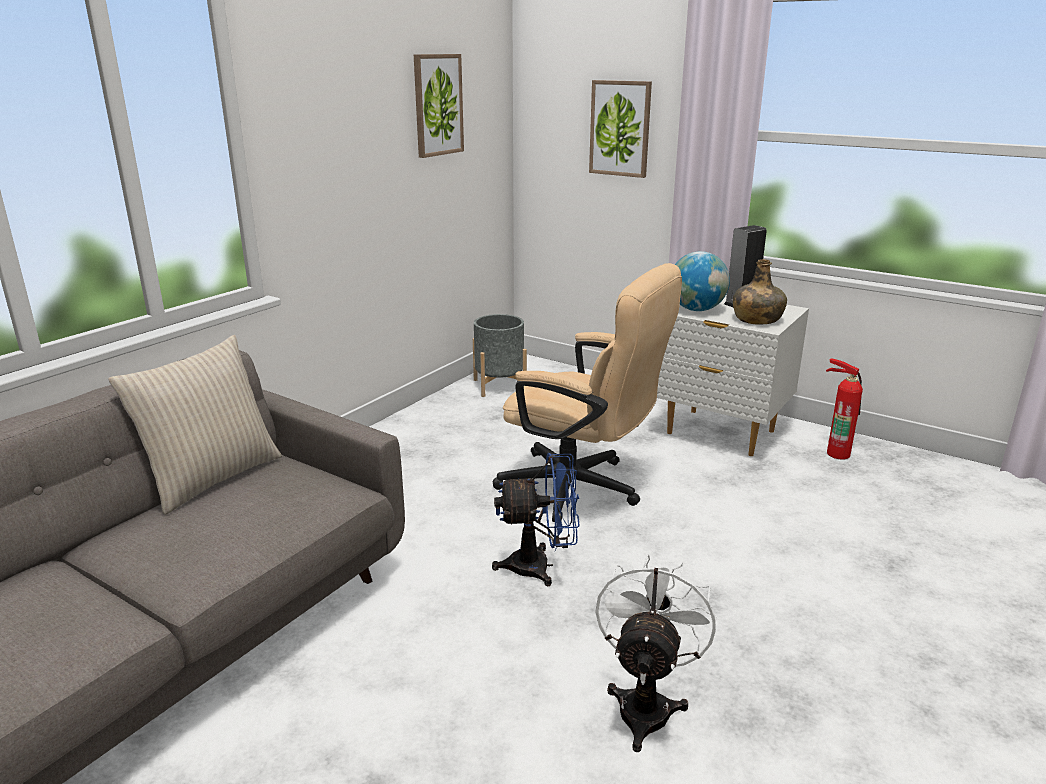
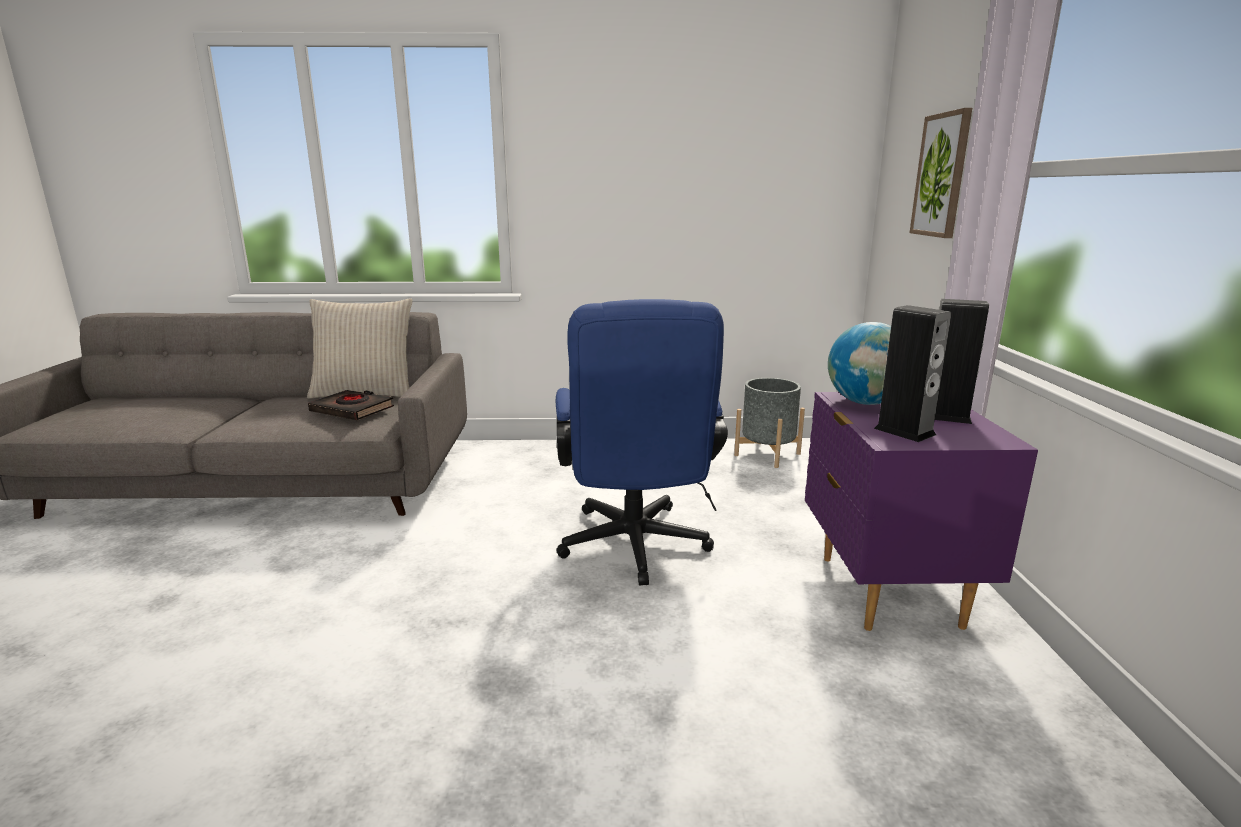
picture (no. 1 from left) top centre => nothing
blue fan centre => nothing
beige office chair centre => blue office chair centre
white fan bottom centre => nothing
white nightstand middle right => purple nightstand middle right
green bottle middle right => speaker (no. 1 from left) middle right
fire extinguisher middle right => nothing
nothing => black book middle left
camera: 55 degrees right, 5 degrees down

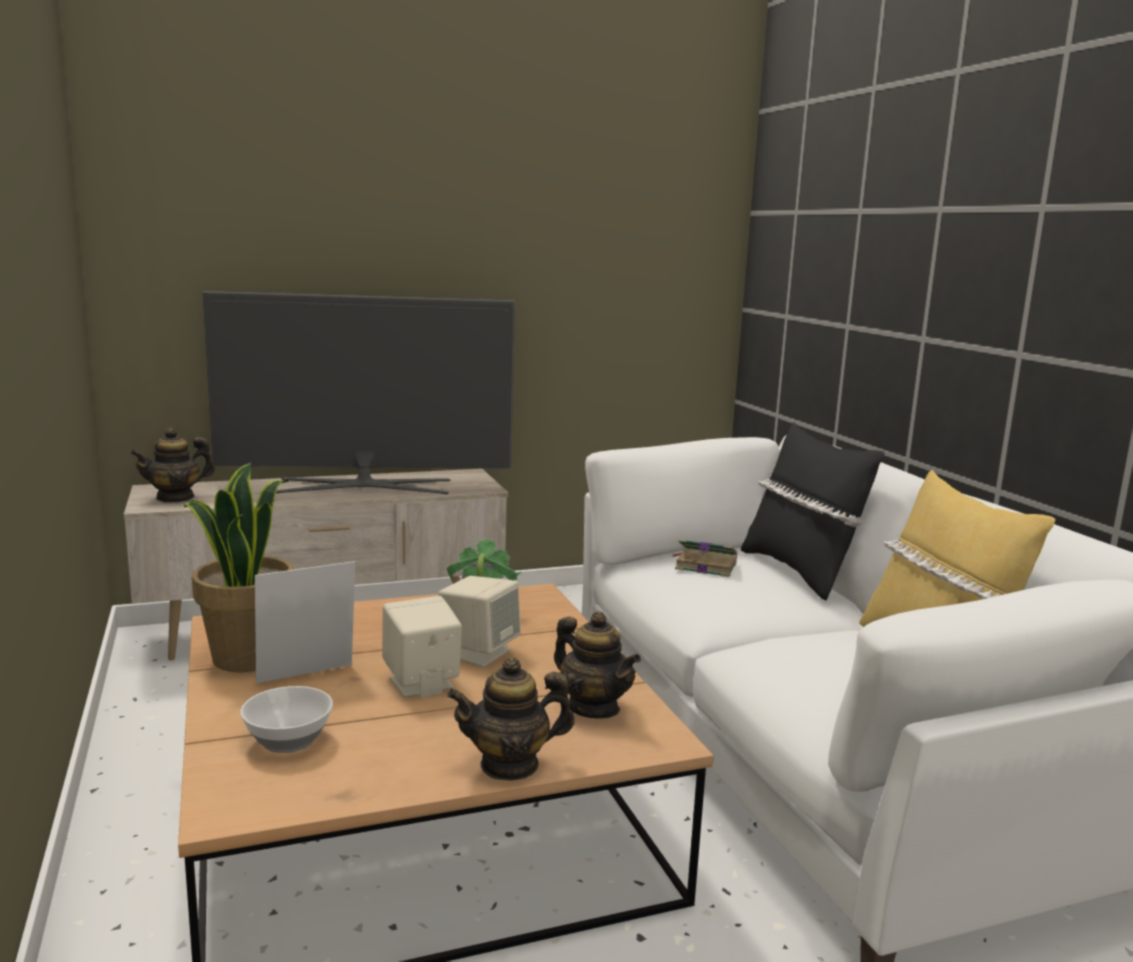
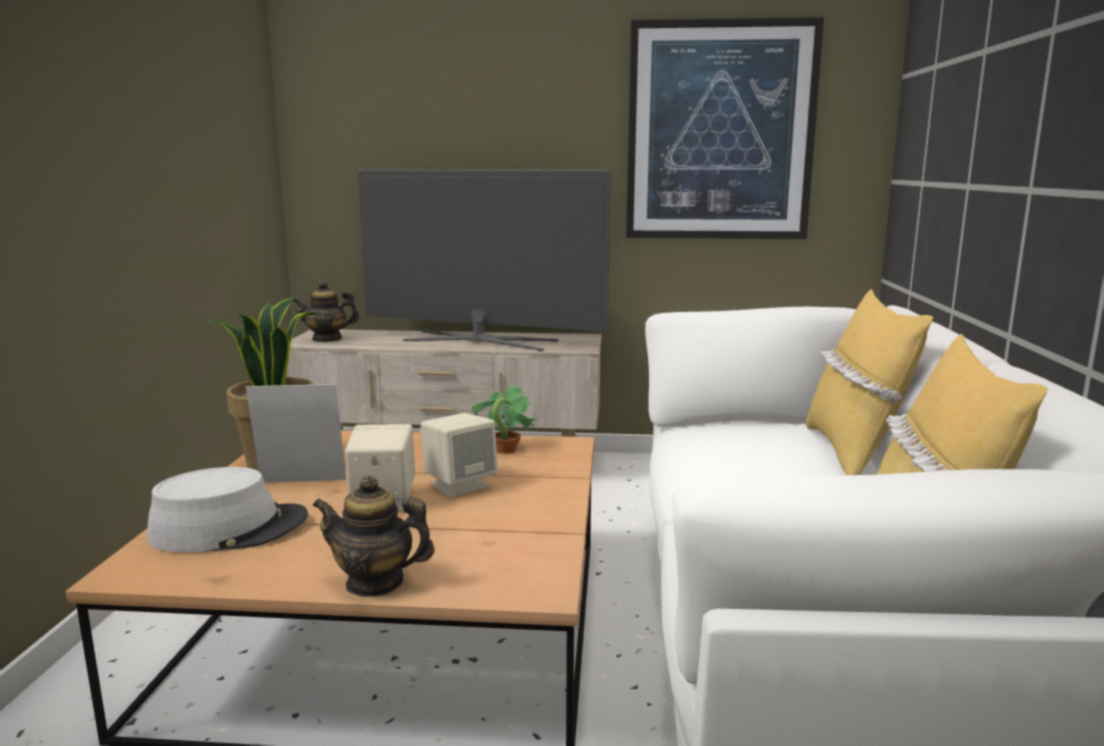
bowl bottom left => grey hat bottom left
teapot (no. 3 from left) bottom centre => nothing
book centre => nothing
black pillow middle right => yellow pillow (no. 1 from left) middle right
nothing => picture top centre
camera: 25 degrees right, 0 degrees up

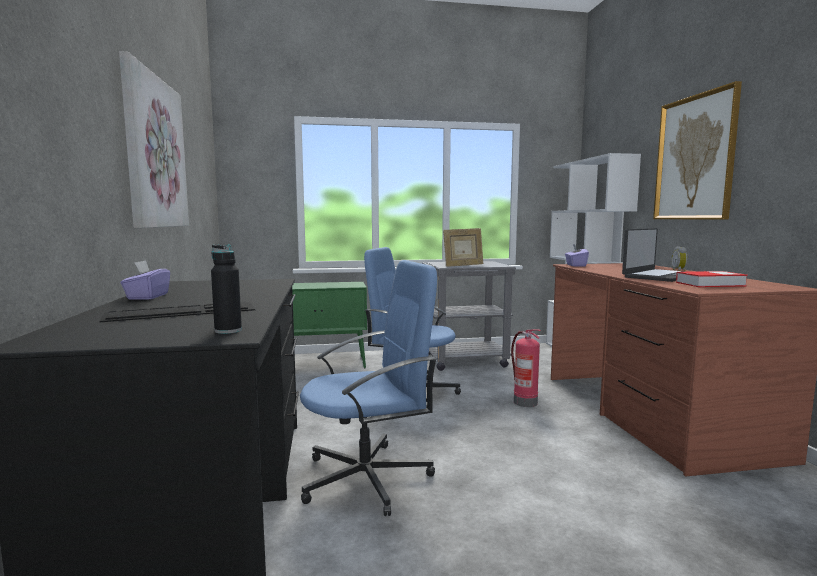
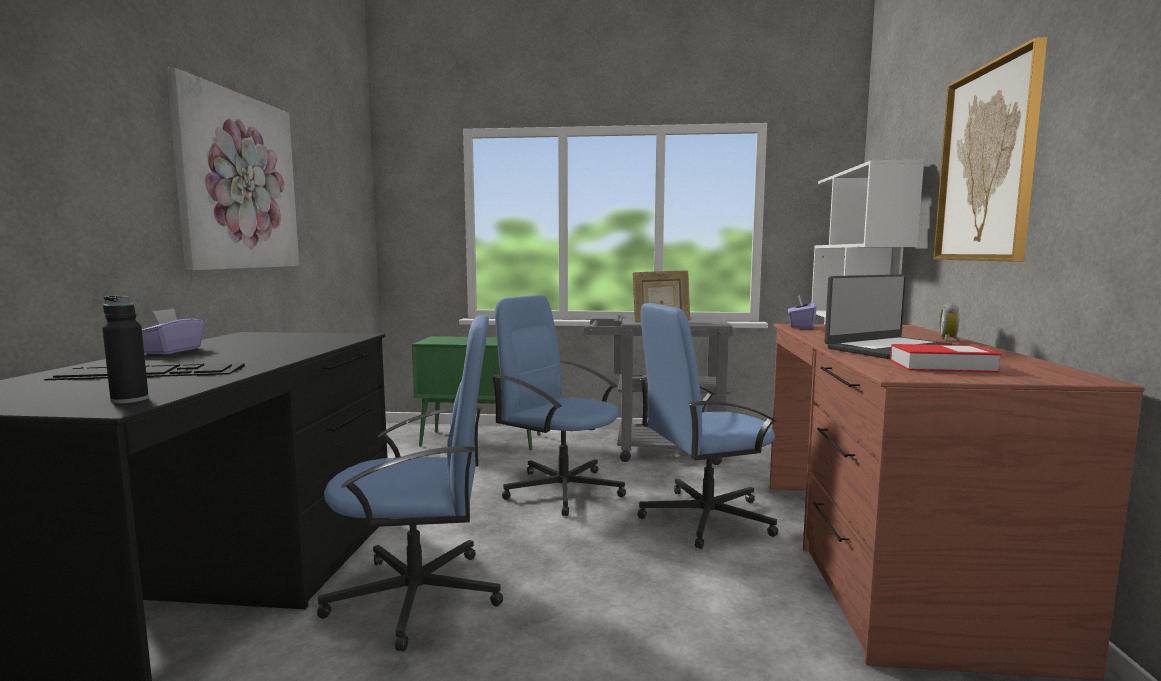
fire extinguisher centre => blue office chair (no. 3 from left) centre
camera: 15 degrees right, 0 degrees up

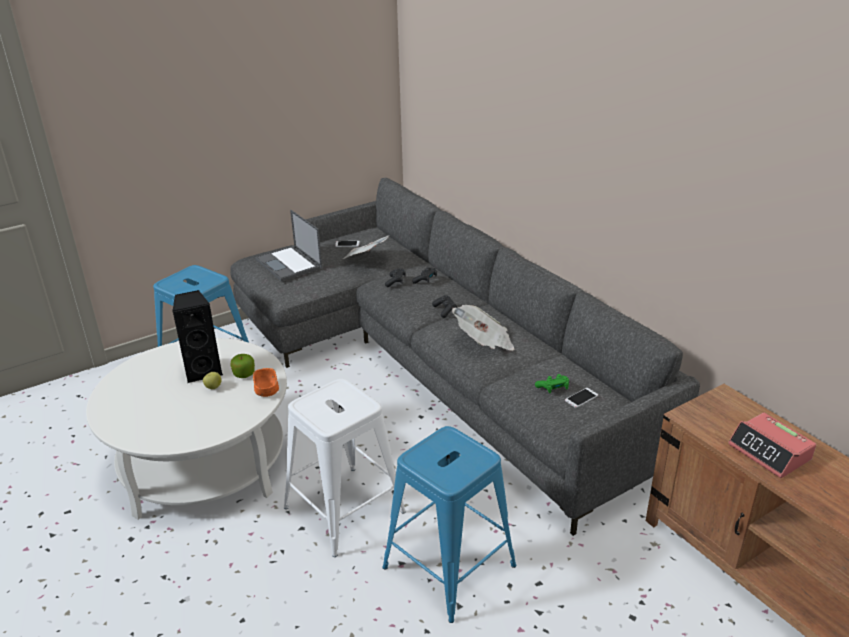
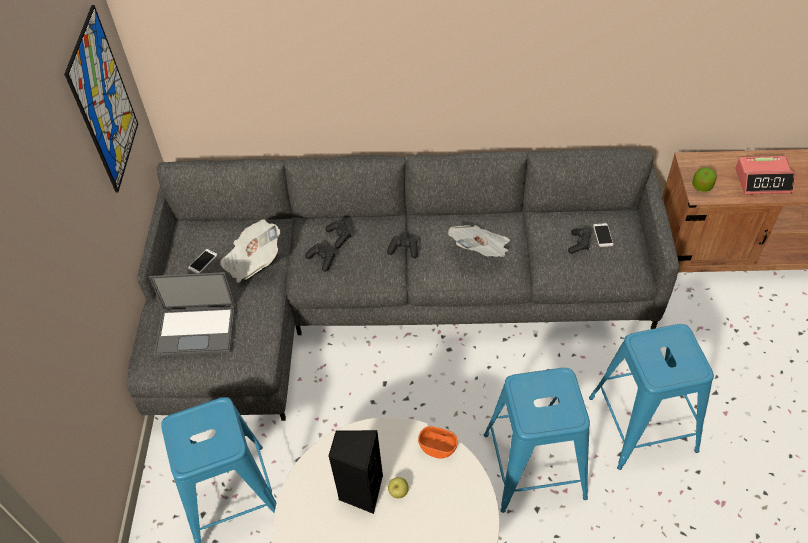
apple (no. 2 from left) middle left => apple (no. 2 from left) top right, relocated
white stool bottom centre => blue stool (no. 2 from left) bottom centre
green game controller centre => black game controller (no. 4 from left) middle right
nothing => picture top left
camera: 55 degrees left, 20 degrees up

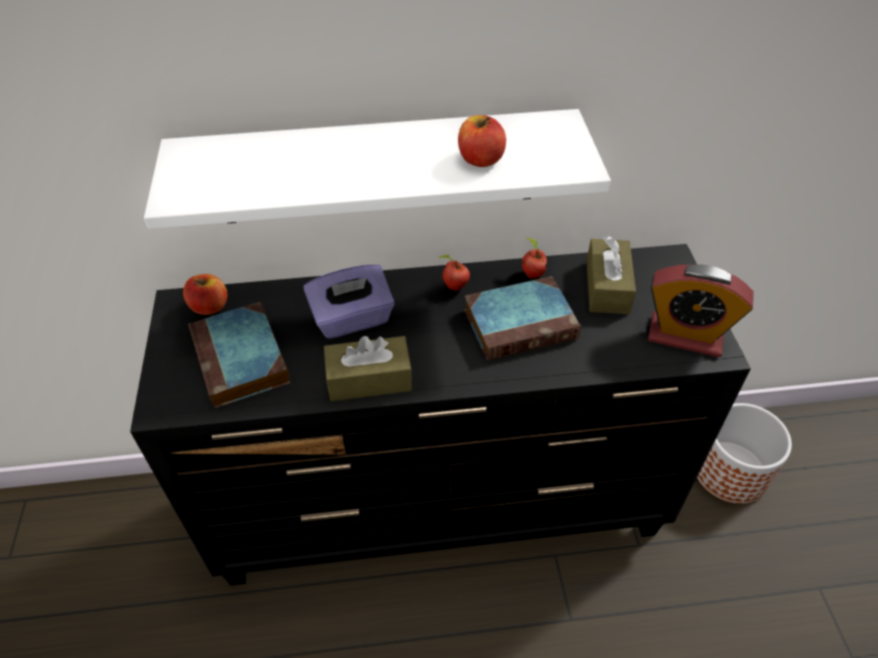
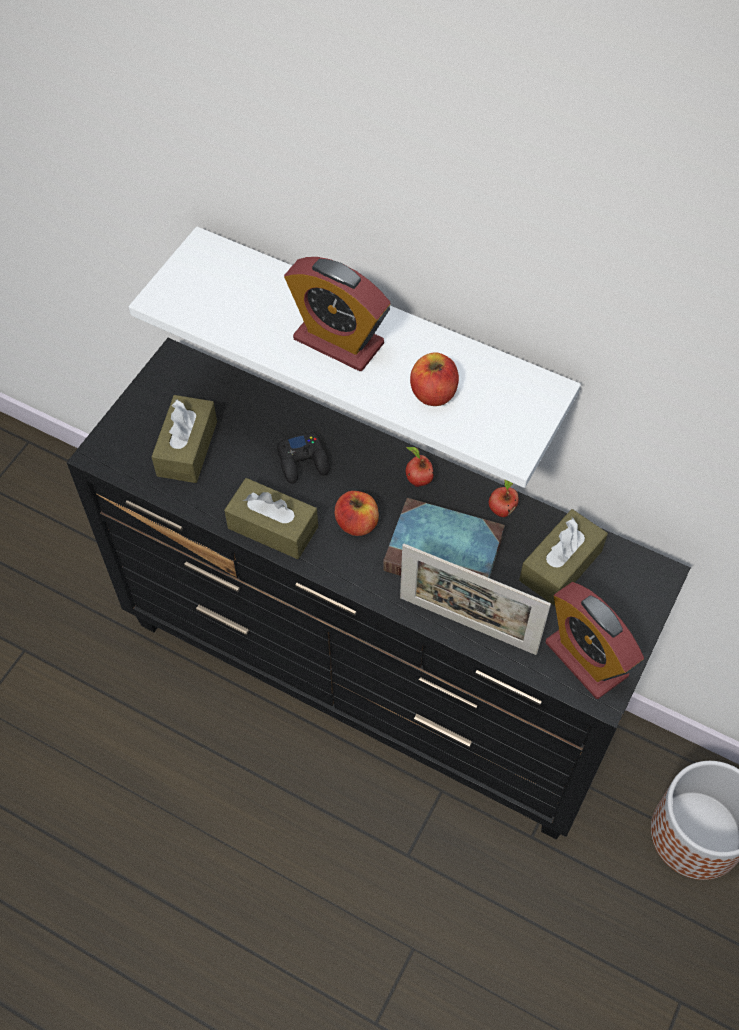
apple (no. 1 from left) middle left => apple (no. 1 from left) centre, relocated
book (no. 1 from left) middle left => brown tissue box (no. 1 from left) middle left
purple tissue box centre => black game controller centre
nothing => alarm clock (no. 1 from left) top centre
nothing => picture frame centre
camera: 35 degrees right, 10 degrees up

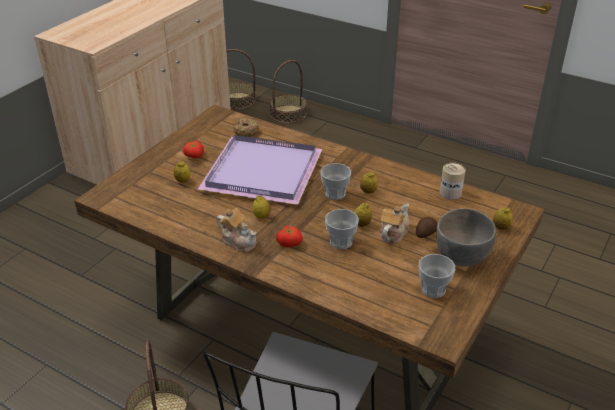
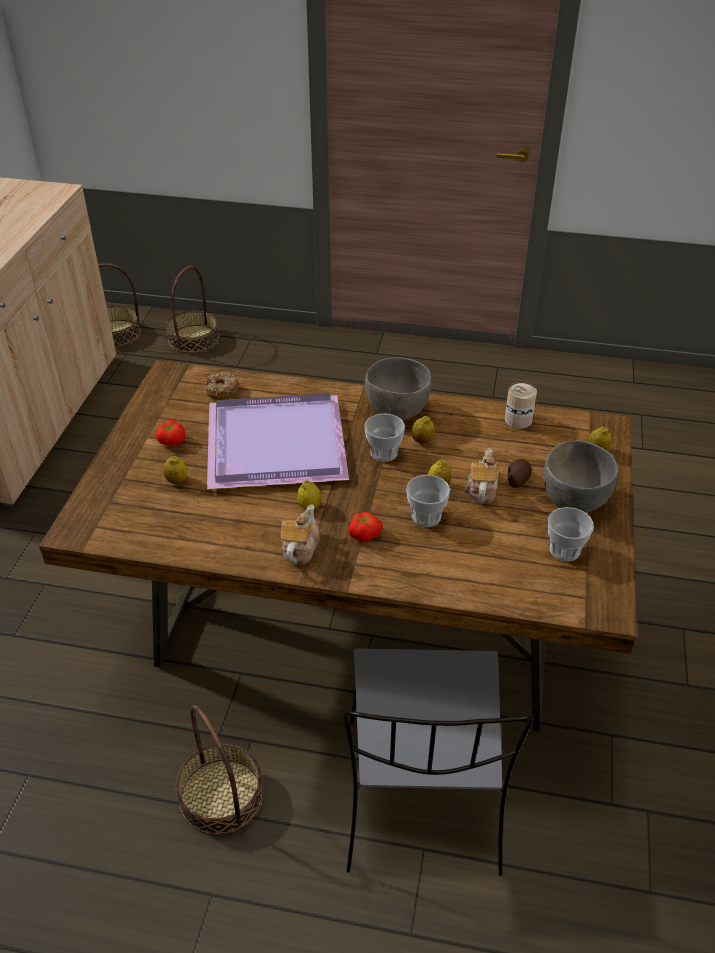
teapot (no. 1 from left) centre, 90 degrees counterclockwise
nothing => grey bowl (no. 1 from left) centre
camera: 20 degrees left, 5 degrees up

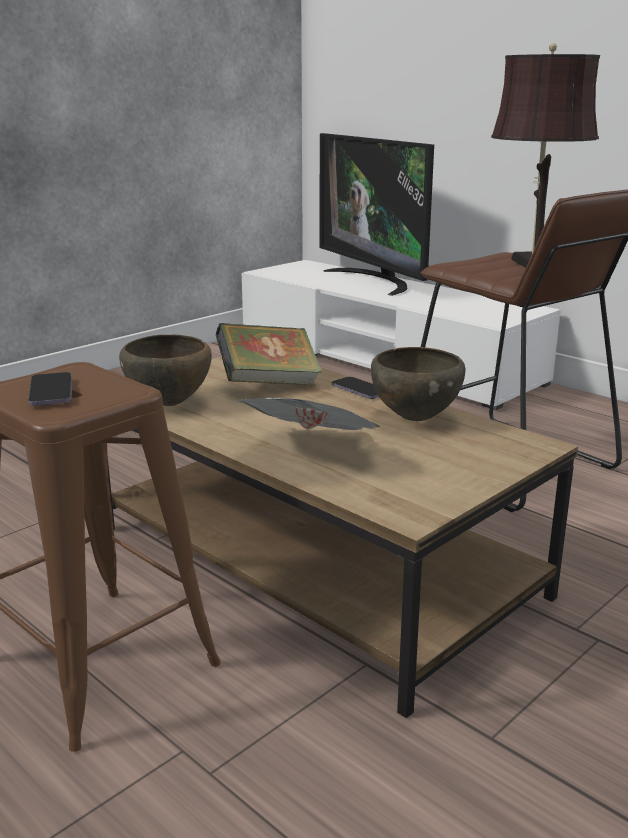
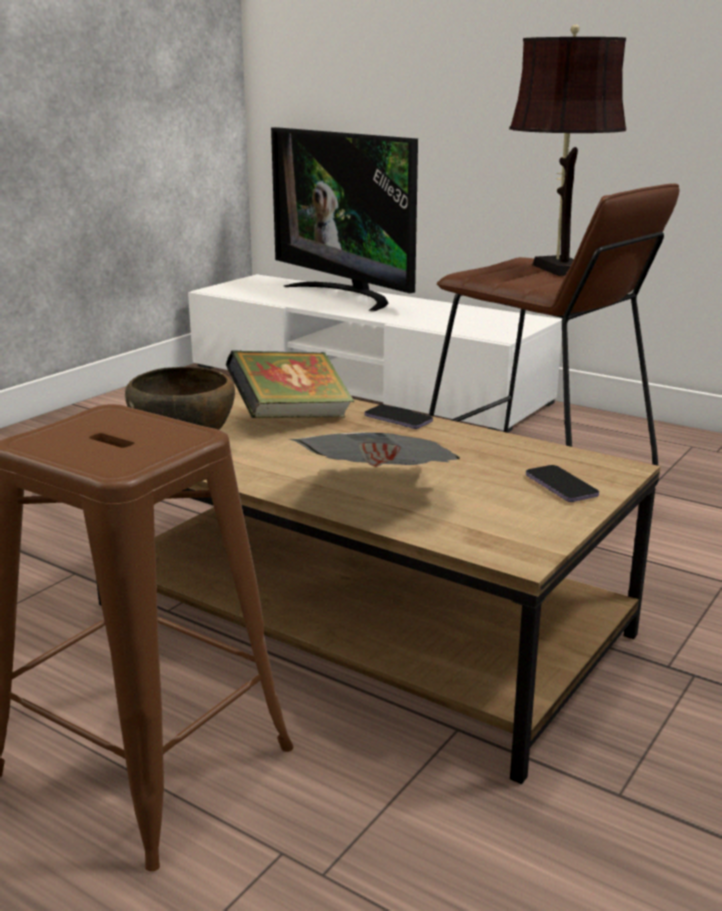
phone (no. 1 from left in the first image) middle left => phone (no. 2 from left) middle right, relocated
brown bowl (no. 2 from left) centre => nothing
camera: 10 degrees left, 0 degrees up

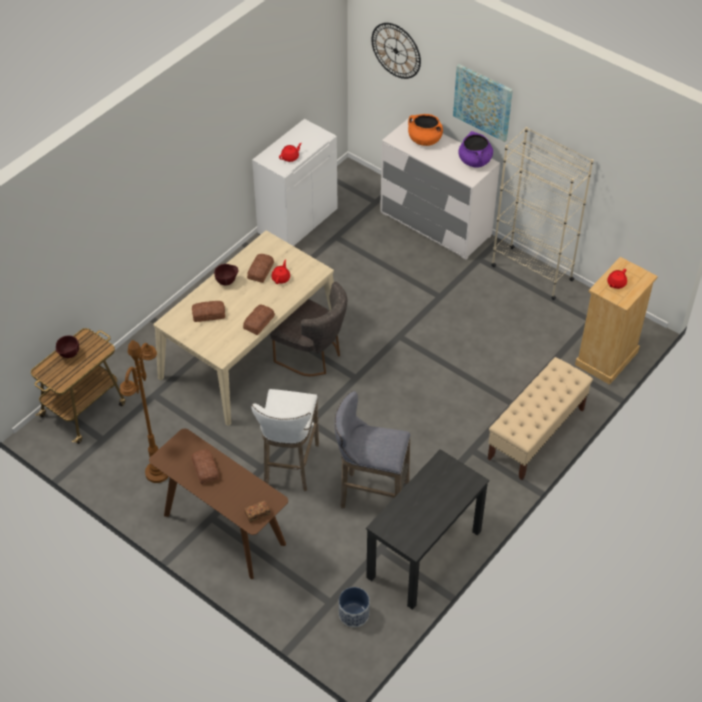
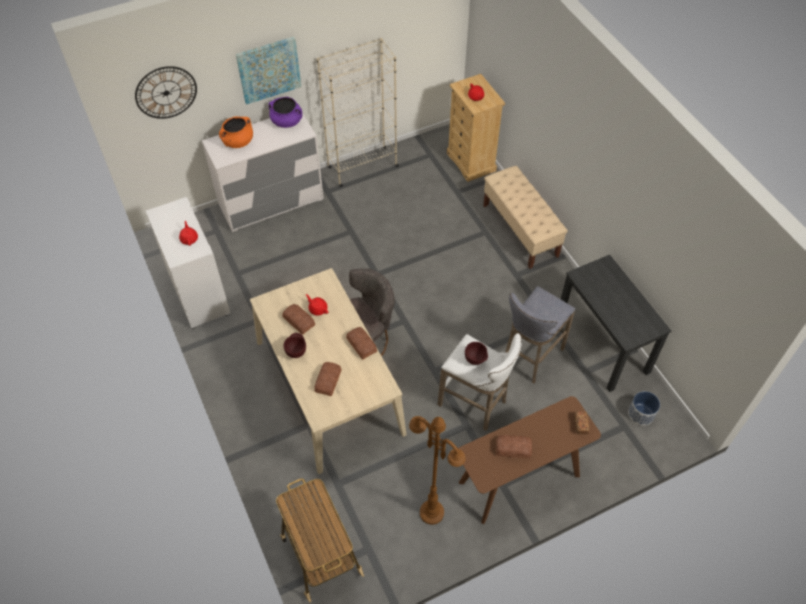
brown bowl (no. 1 from left in the first image) middle left => brown bowl (no. 2 from left) centre, relocated
camera: 65 degrees left, 5 degrees up

